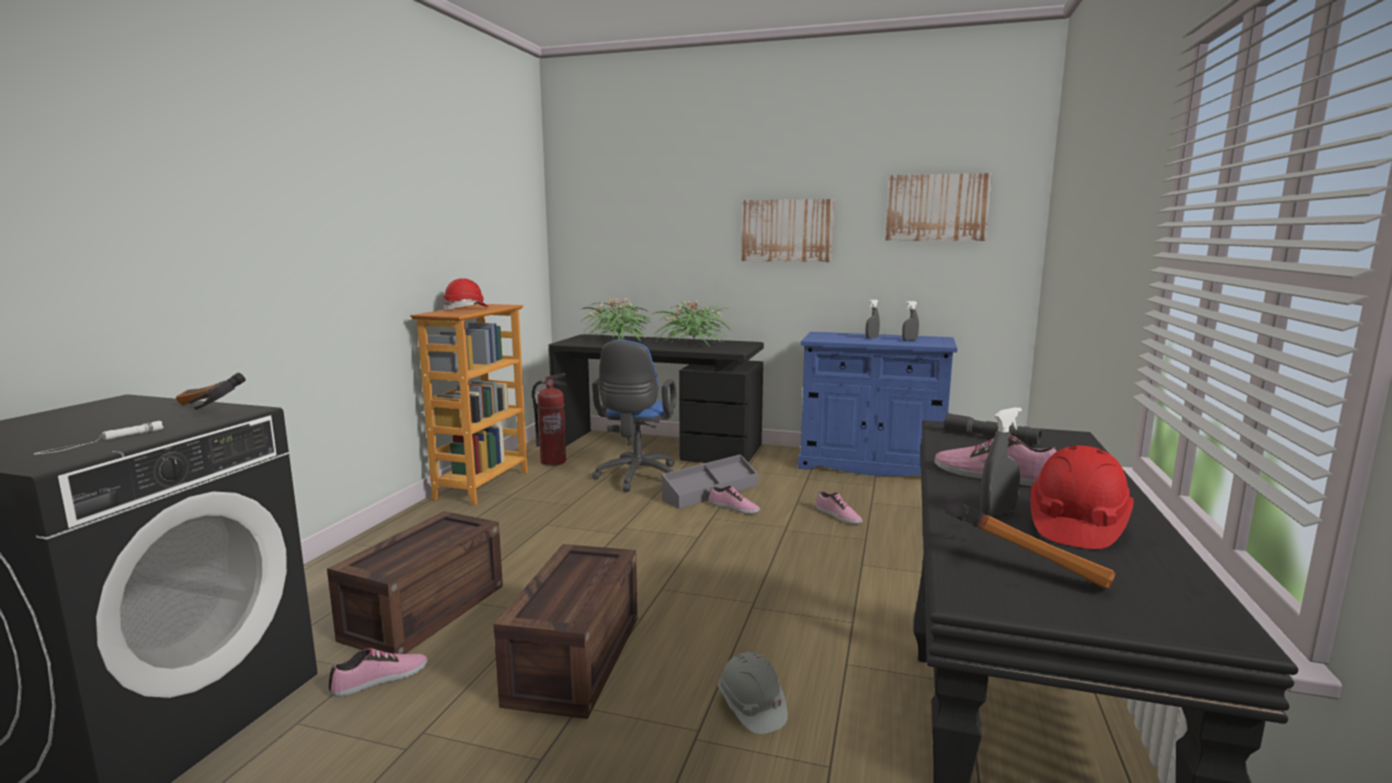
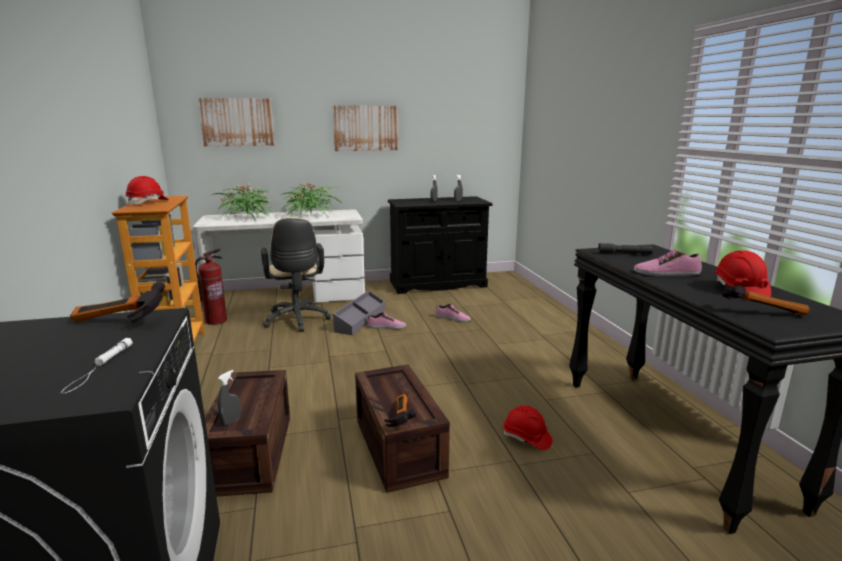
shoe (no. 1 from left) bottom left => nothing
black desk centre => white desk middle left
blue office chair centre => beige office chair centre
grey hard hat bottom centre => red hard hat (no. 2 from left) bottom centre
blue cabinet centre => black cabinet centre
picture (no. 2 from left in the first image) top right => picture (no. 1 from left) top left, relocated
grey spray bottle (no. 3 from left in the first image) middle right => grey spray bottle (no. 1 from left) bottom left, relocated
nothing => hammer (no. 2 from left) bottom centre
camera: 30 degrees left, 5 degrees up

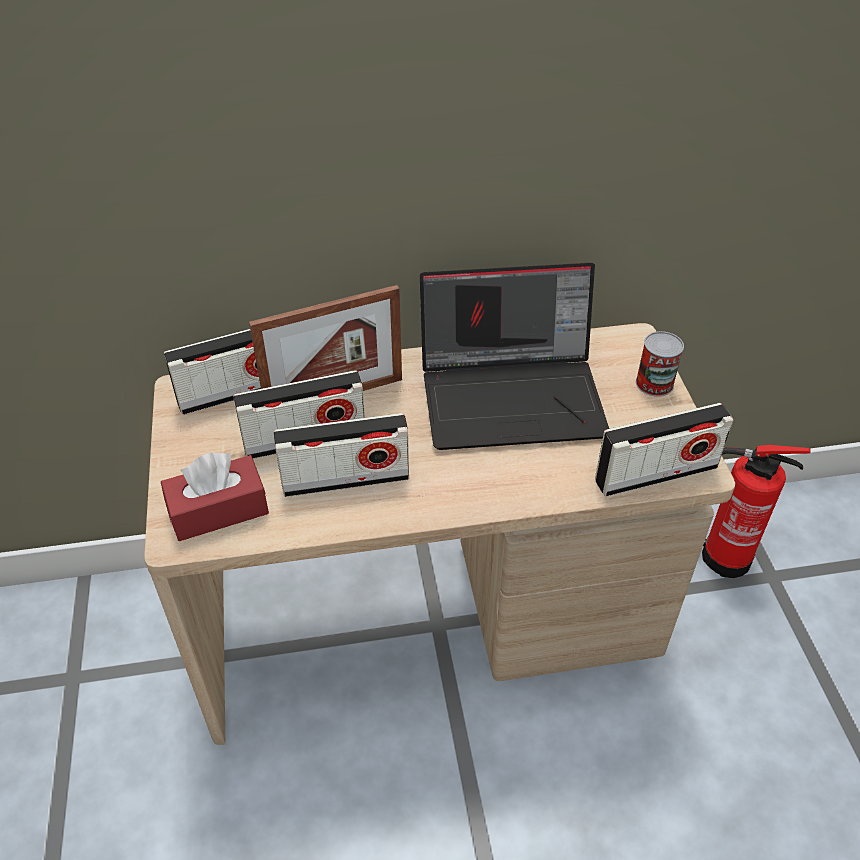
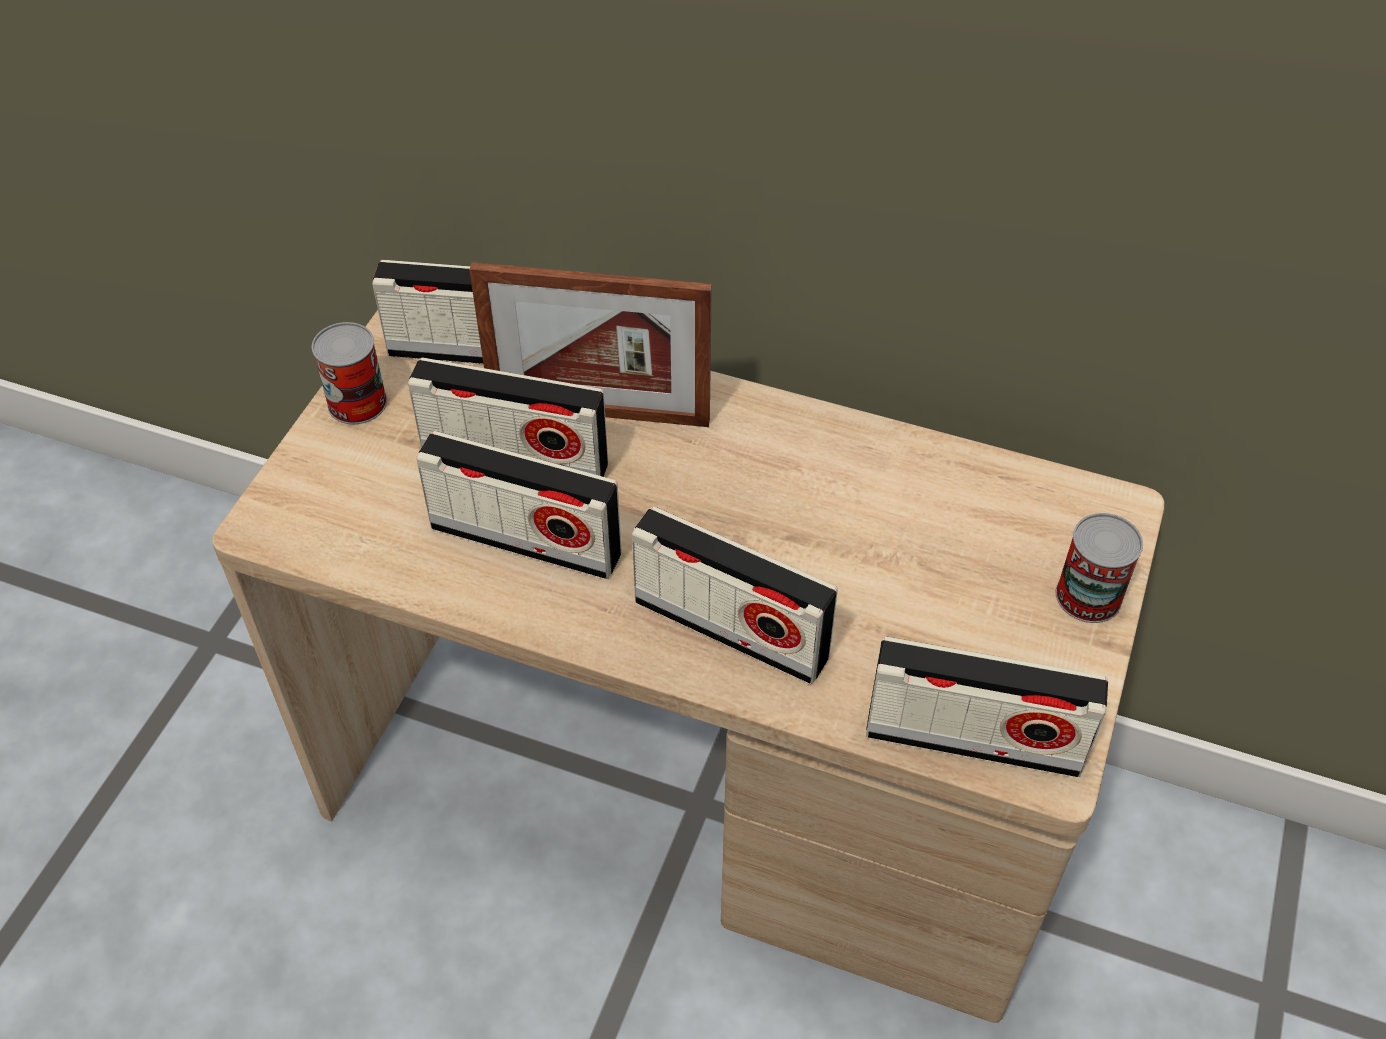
red tissue box middle left => nothing
laptop centre => nothing
fire extinguisher middle right => nothing
nothing => can (no. 1 from left) middle left
nothing => radio (no. 4 from left) centre
camera: 30 degrees right, 5 degrees up

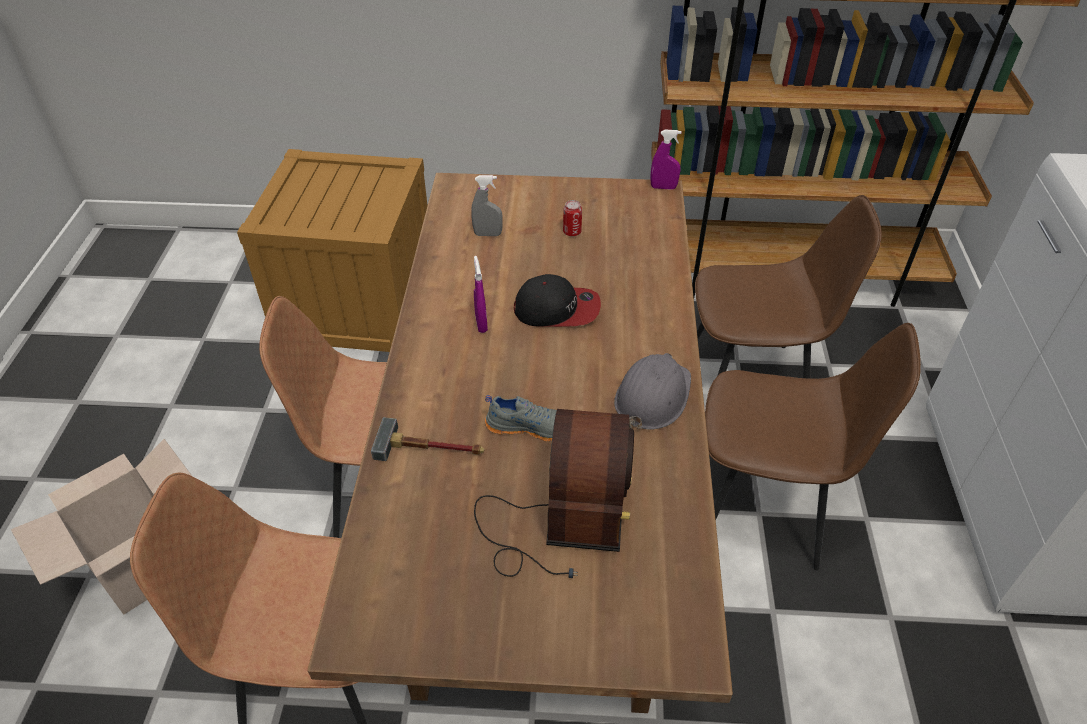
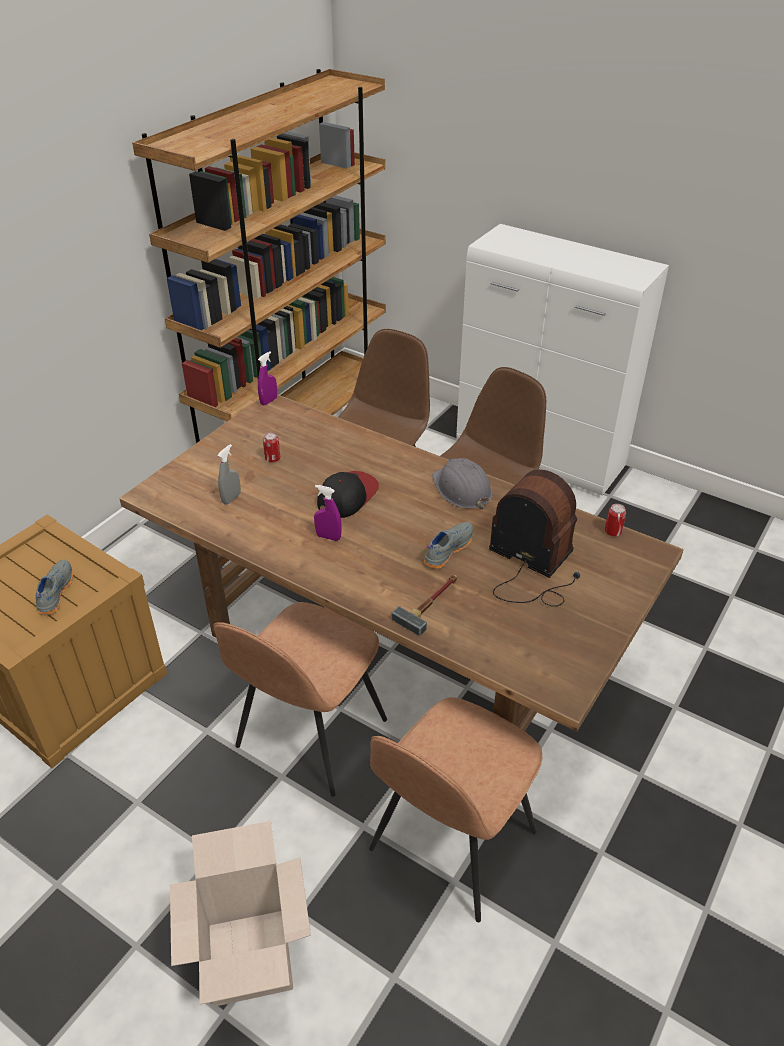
nothing => grey shoe (no. 1 from left) middle left
nothing => can (no. 2 from left) middle right
camera: 60 degrees left, 5 degrees down

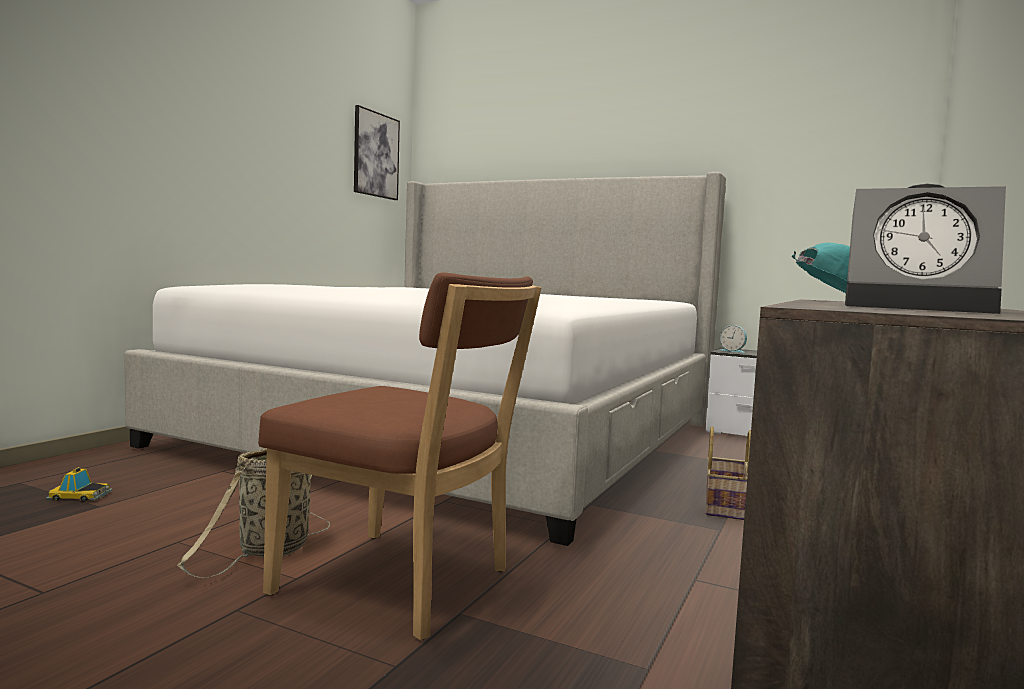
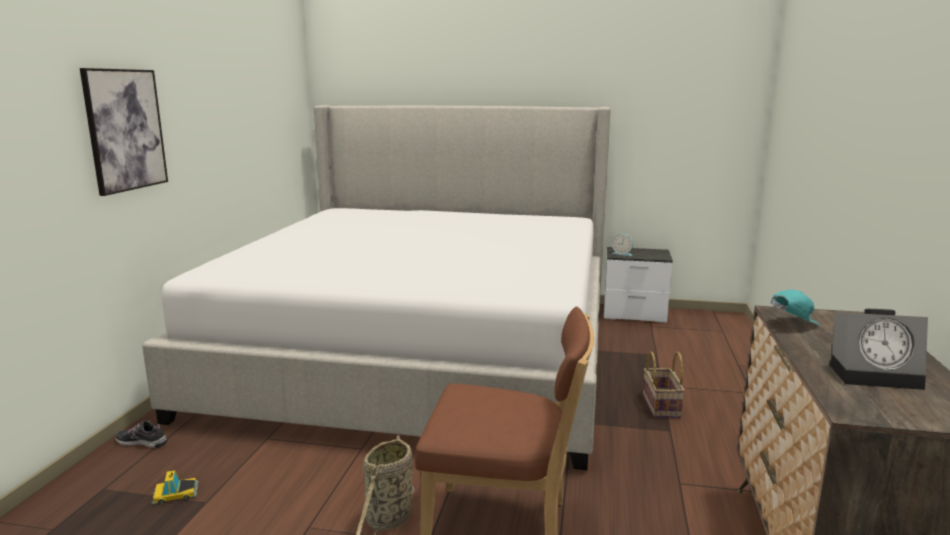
picture top centre => picture top left, relocated
nothing => shoe bottom left
camera: 15 degrees left, 10 degrees up

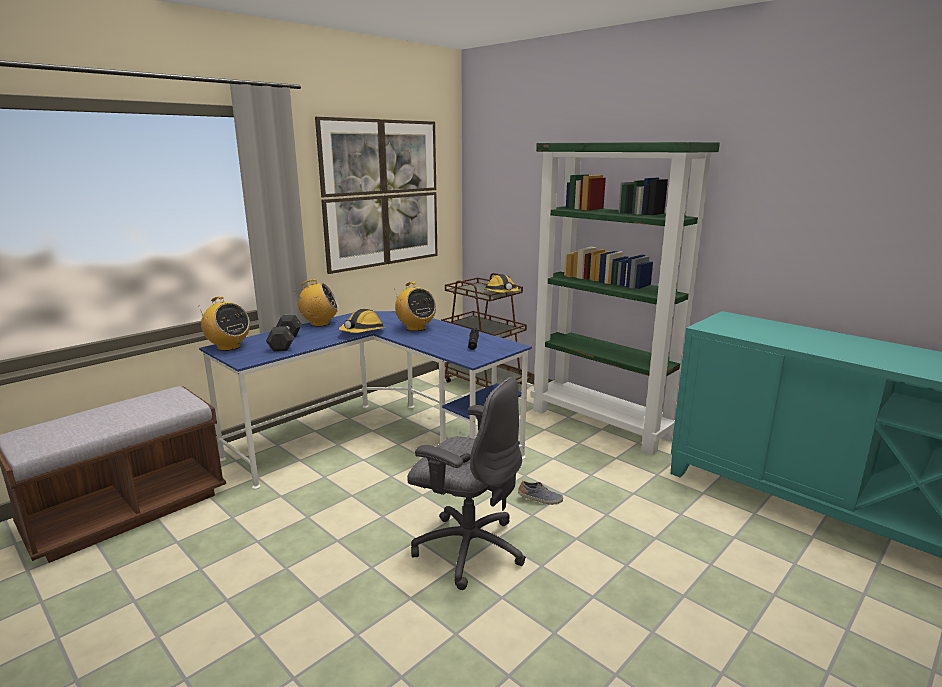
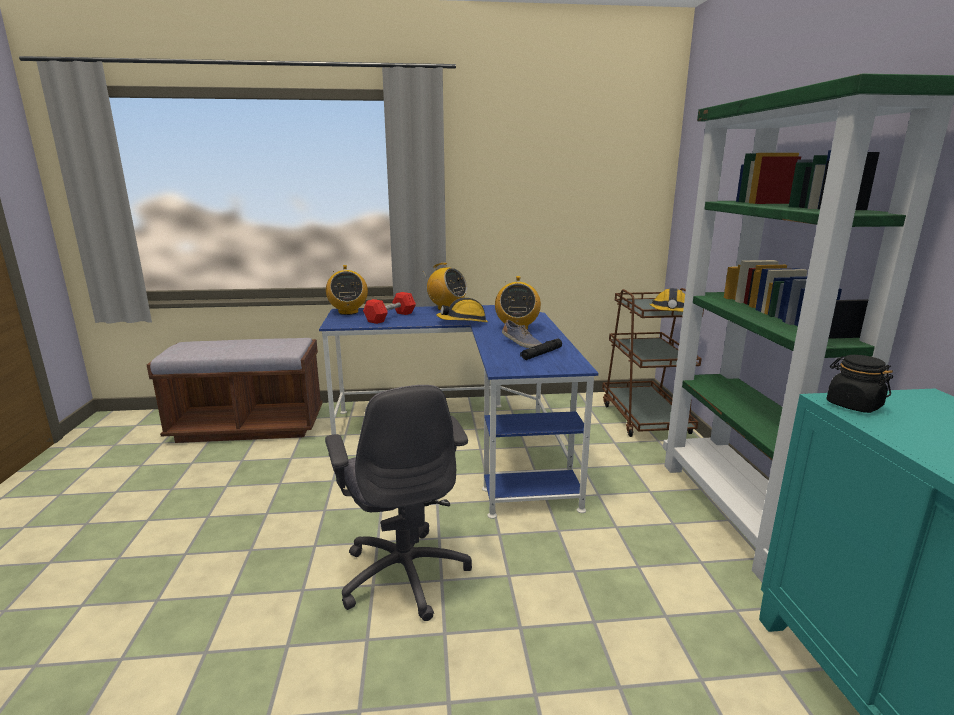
grey dumbbell middle left => red dumbbell centre
picture top centre => nothing
shoe bottom centre => shoe centre, relocated
nothing => black jar middle right
camera: 40 degrees right, 0 degrees up

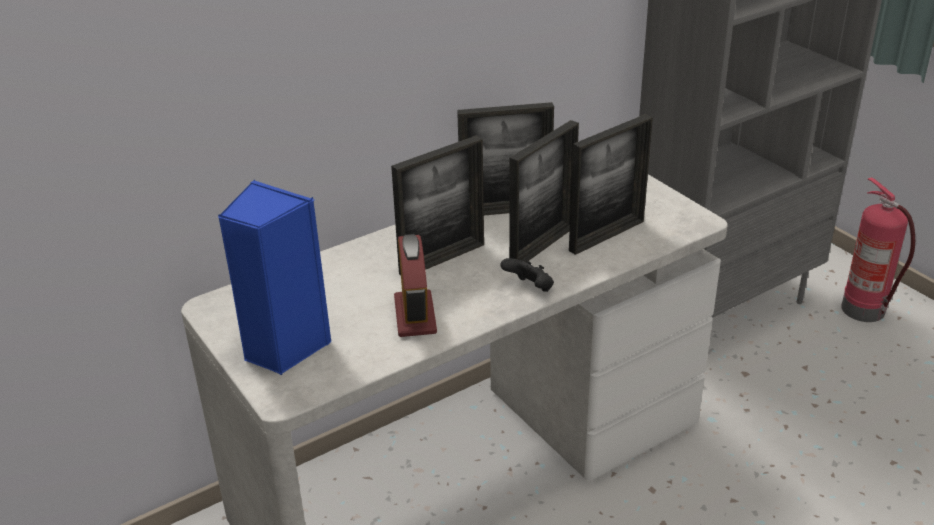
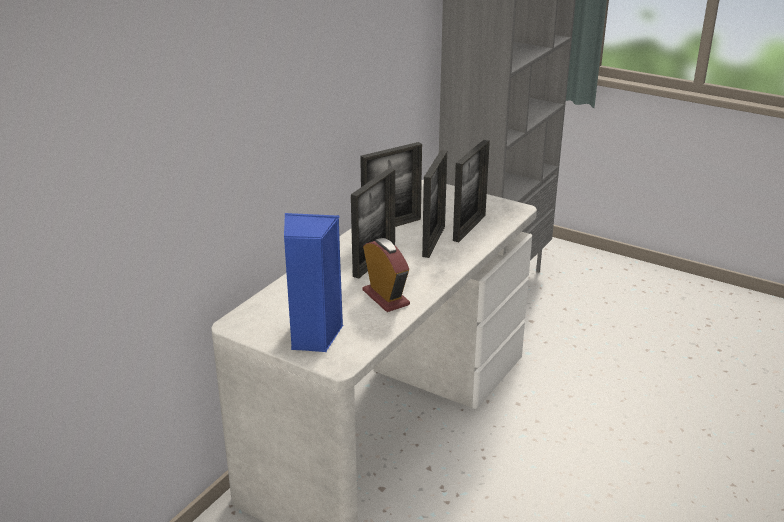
black game controller centre => nothing
fire extinguisher middle right => nothing
camera: 25 degrees left, 5 degrees down

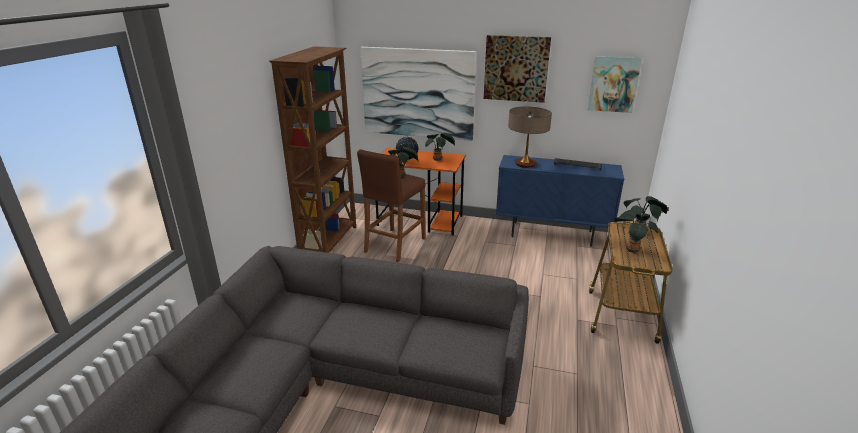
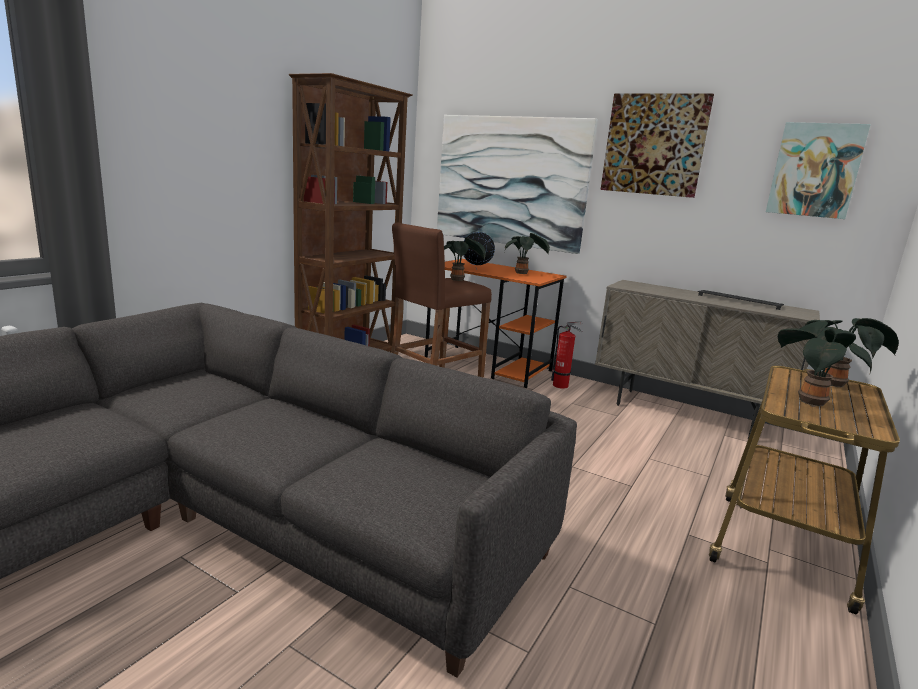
blue cabinet centre => beige cabinet middle right
table lamp top centre => nothing
nothing => fire extinguisher centre
camera: 15 degrees right, 10 degrees down

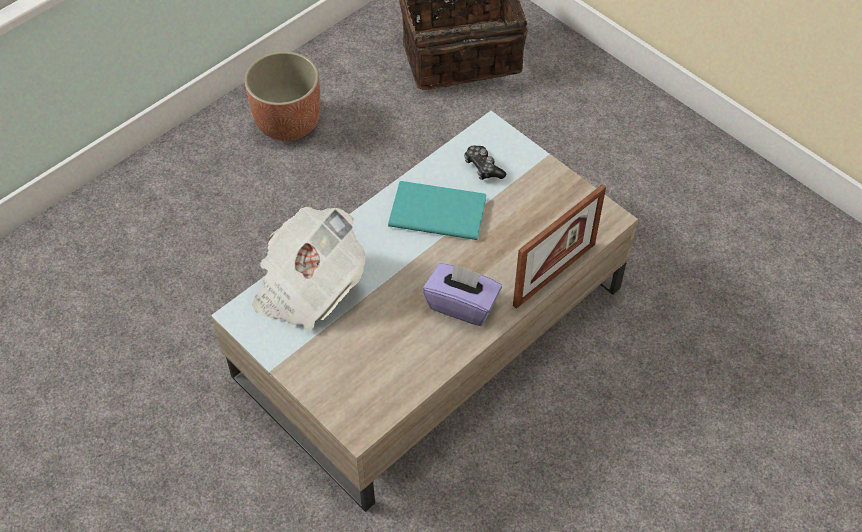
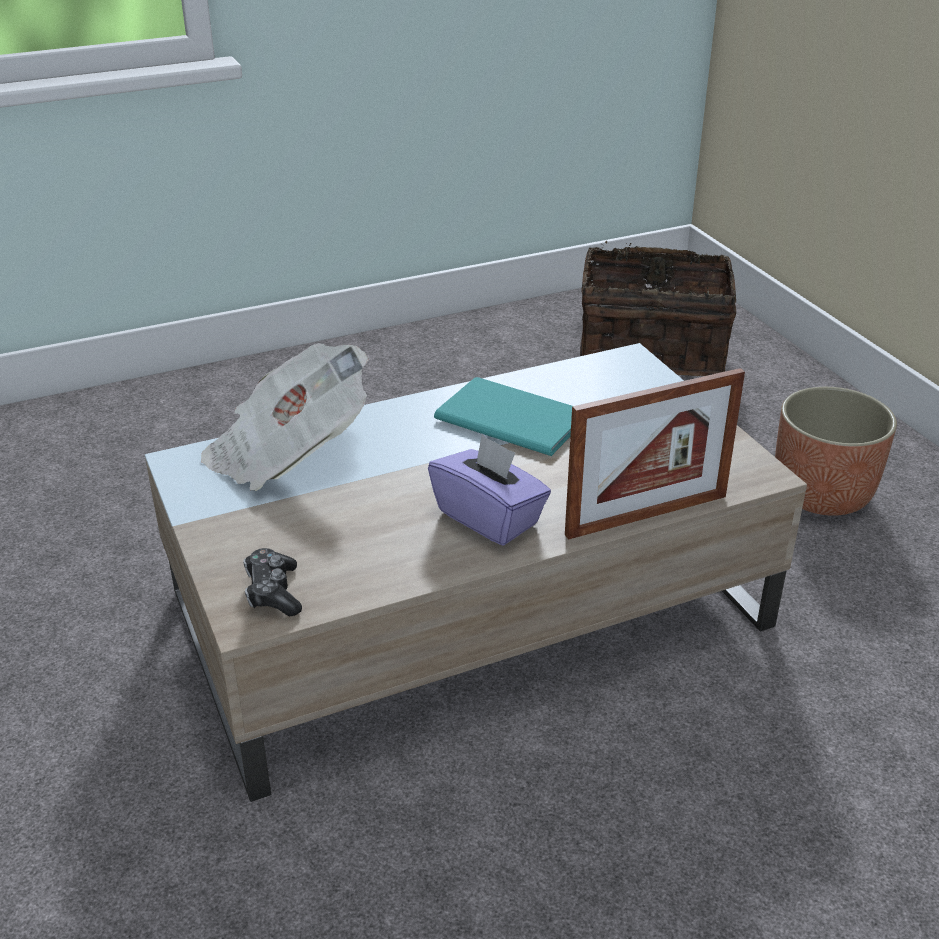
planter top left => planter middle right, relocated
game controller top centre => game controller middle left, relocated
camera: 20 degrees right, 20 degrees down

